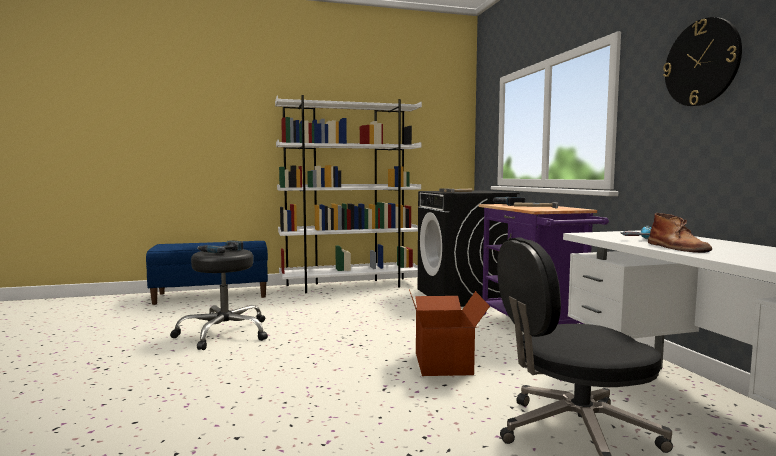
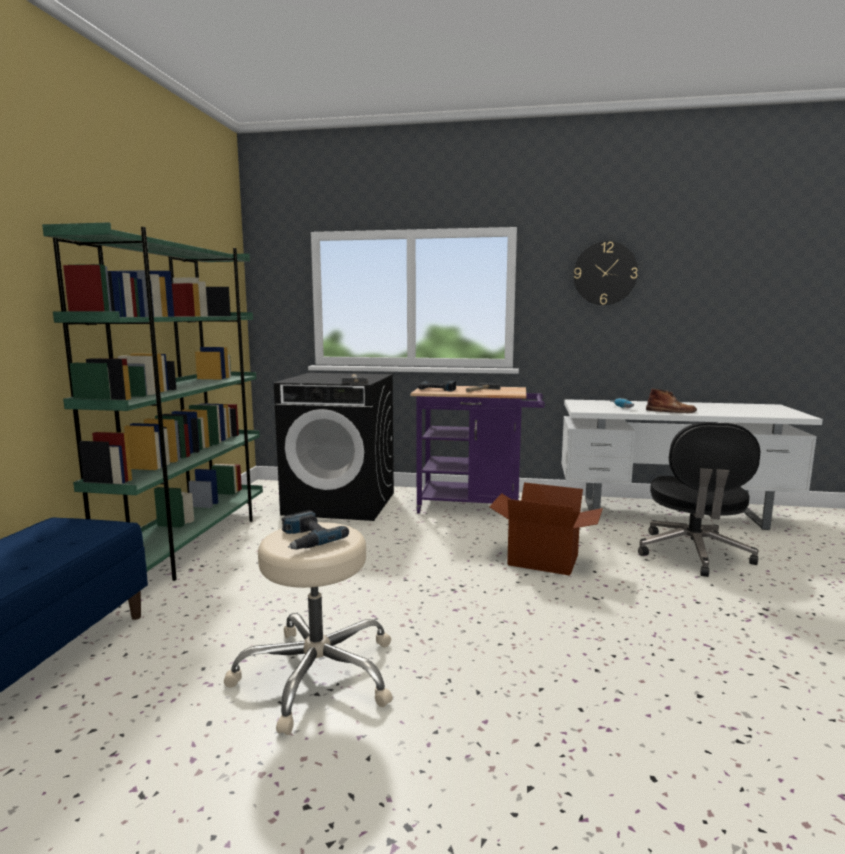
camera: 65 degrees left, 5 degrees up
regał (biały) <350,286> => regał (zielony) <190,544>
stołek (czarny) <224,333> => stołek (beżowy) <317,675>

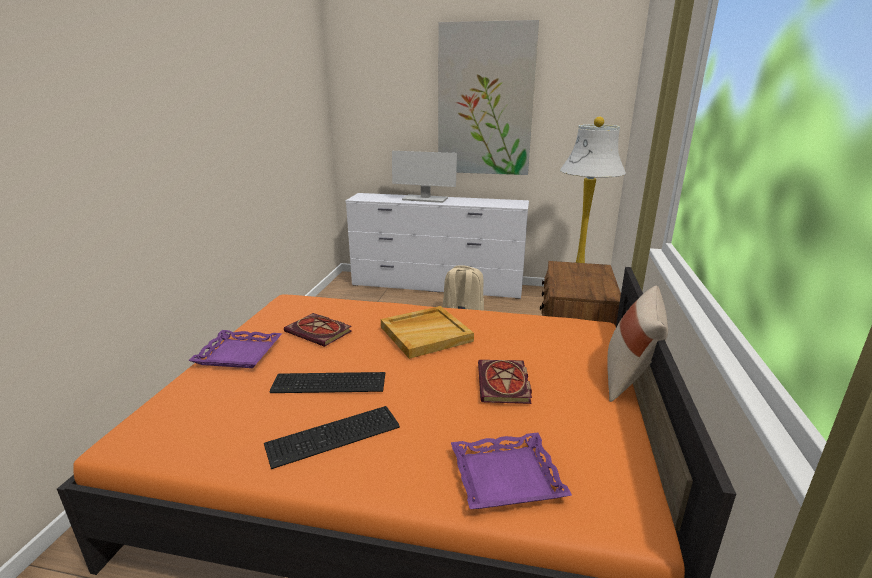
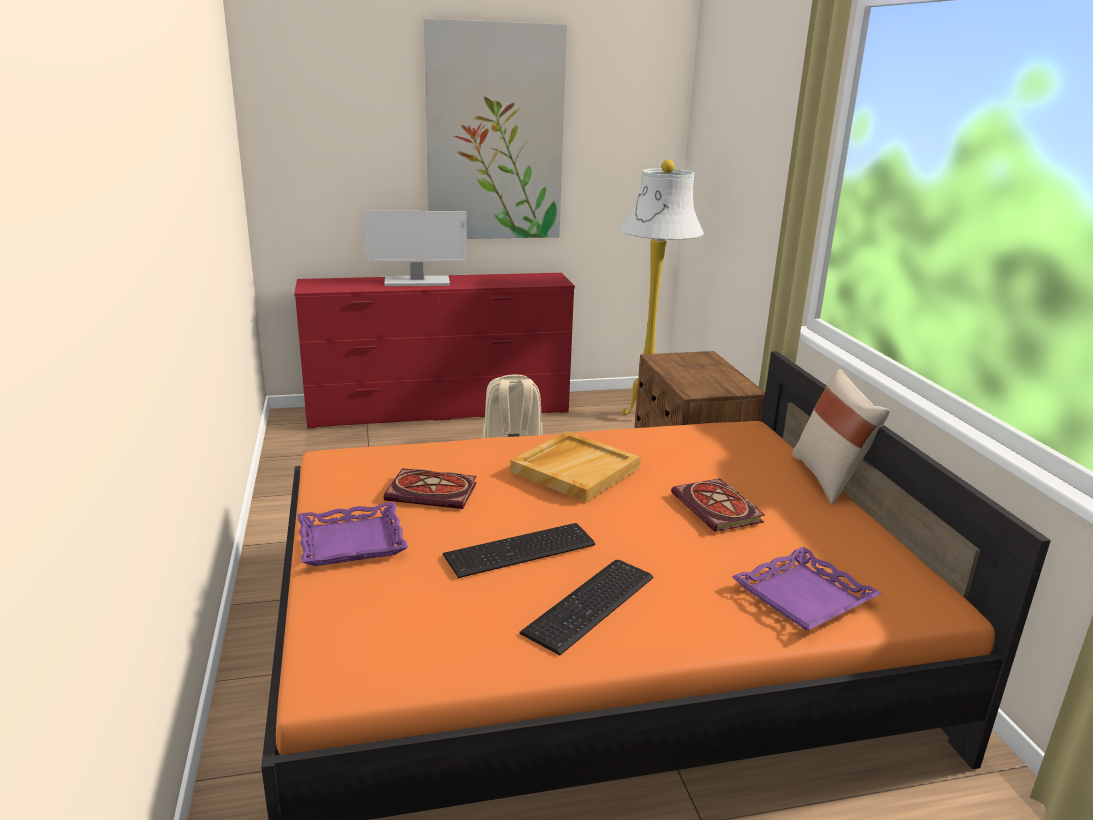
camera: 25 degrees left, 0 degrees up
komoda (biały) <437,286> => komoda (czerwony) <440,411>

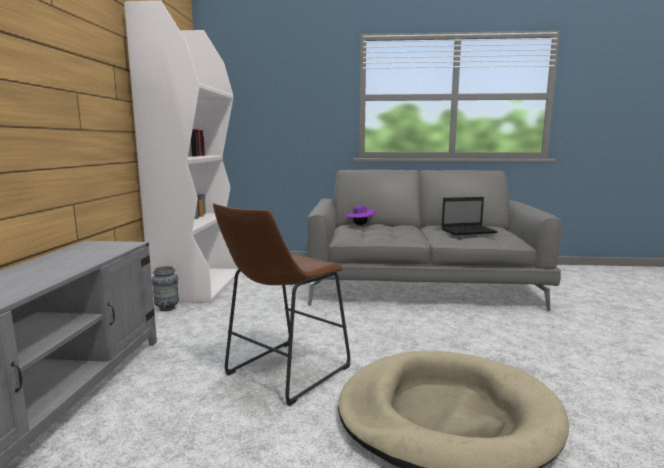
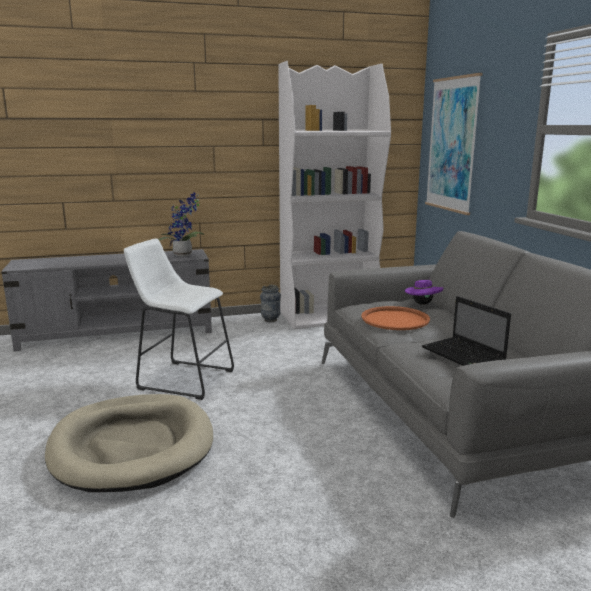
camera: 70 degrees right, 5 degrees up
stołek (brązowy) <282,373> => stołek (biały) <182,378>
nothing => obraz <452,144>
nothing => roślina doniczkowa <184,255>
nothing => taca (pomarańczowy) <395,319>

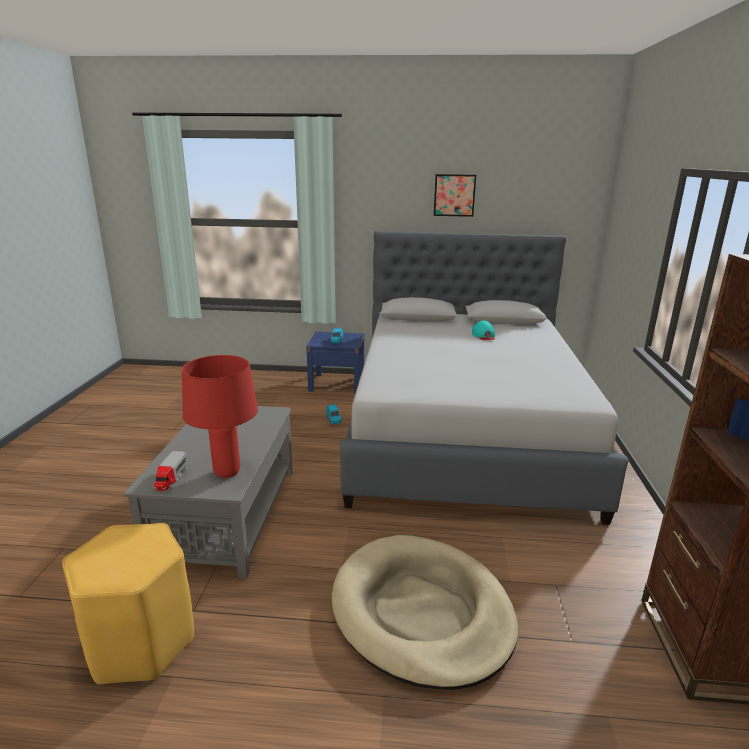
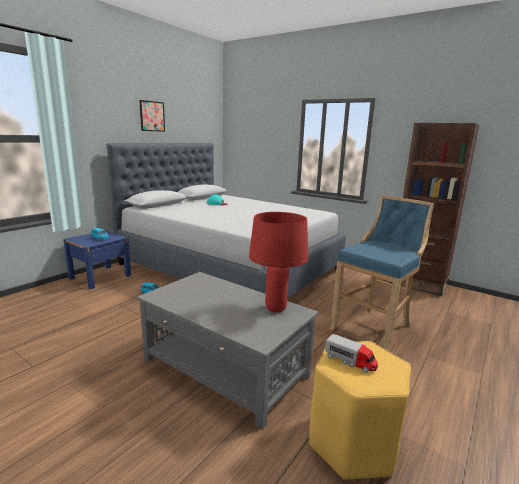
camera: 60 degrees left, 5 degrees down
ciężarówka zabawkowa <171,478> => ciężarówka zabawkowa <350,361>, move
legowisko (beżowy) <422,612> => stołek (niebieski) <374,328>

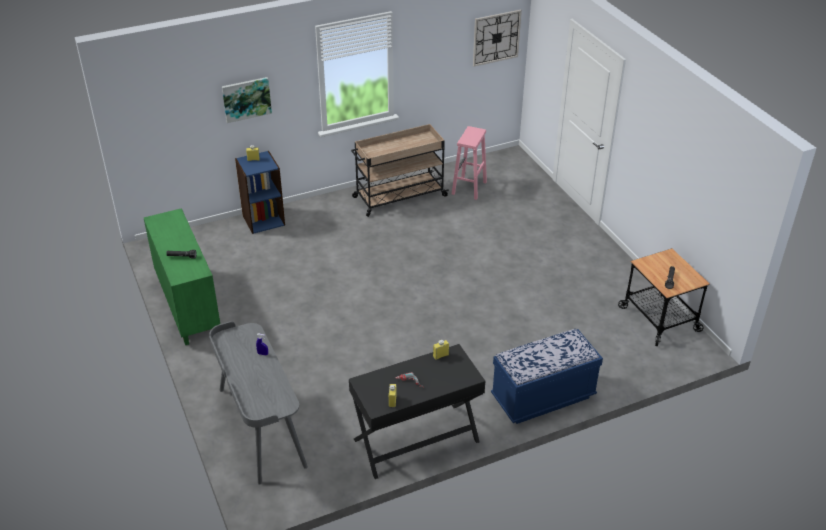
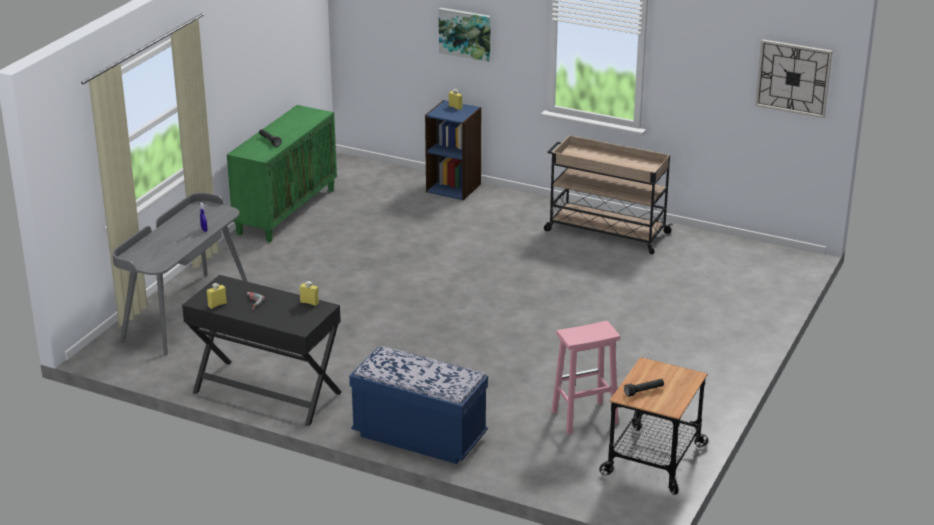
camera: 50 degrees right, 10 degrees down
stołek (różowy) <469,188> => stołek (różowy) <583,417>, move

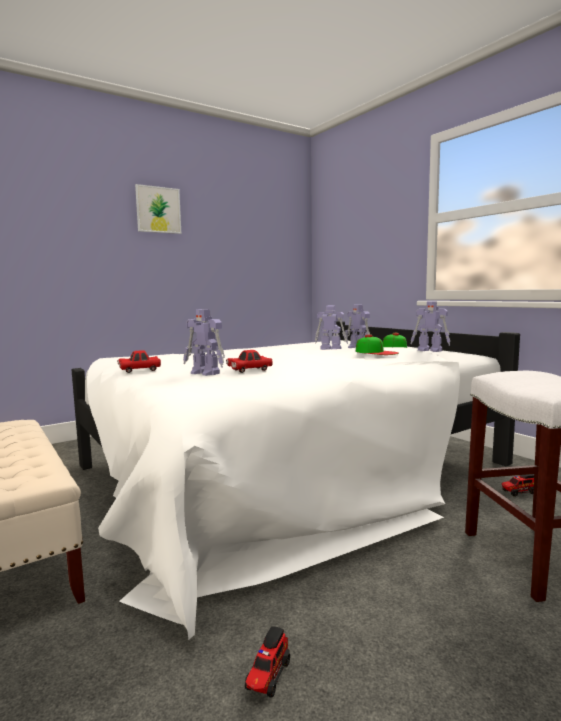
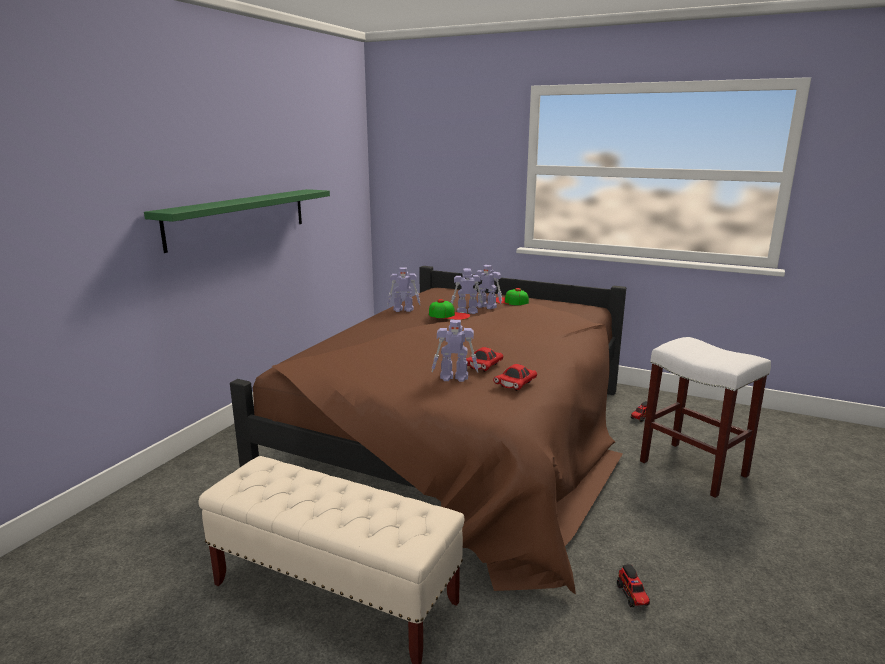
camera: 30 degrees left, 10 degrees up
obraz <158,210> => nothing
robot zabawkowy <430,350> => robot zabawkowy <404,309>, move
łóżko (biały) <291,471> => łóżko (brązowy) <464,439>
czapka z daszkiem <376,352> => czapka z daszkiem <449,315>, move
samochodzik (czerwony) <140,370> => samochodzik (czerwony) <516,385>, move
nothing => półka (zielony) <239,217>

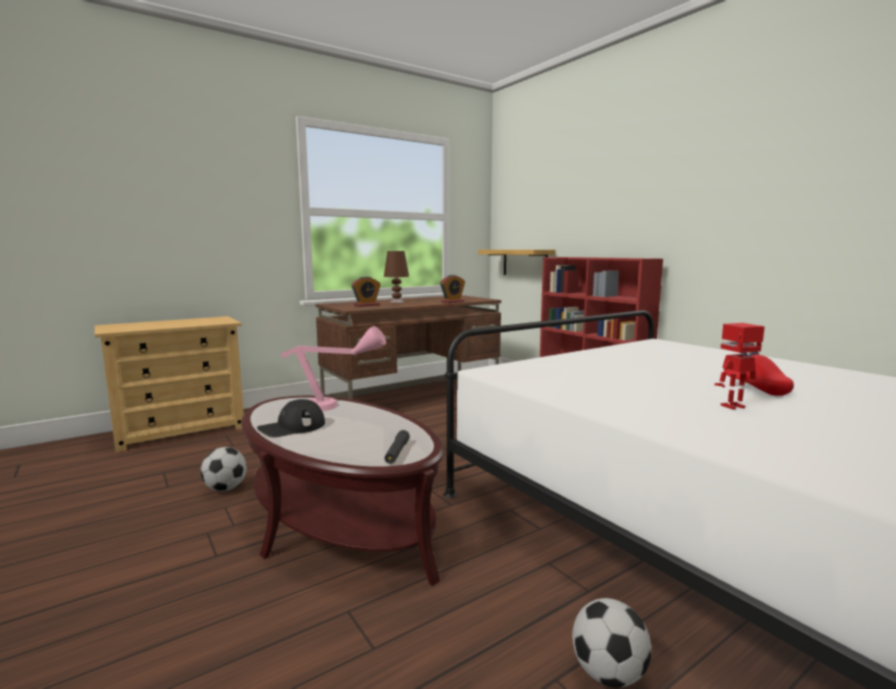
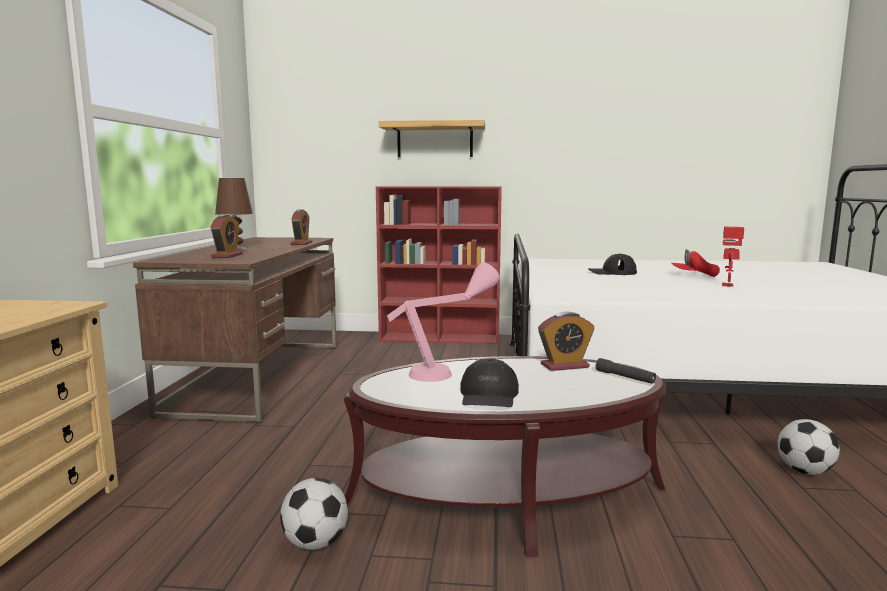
camera: 50 degrees left, 0 degrees up
półka <525,263> => półka <435,140>, move
nothing => czapka z daszkiem (czarny) <612,272>
nothing => budzik <564,366>

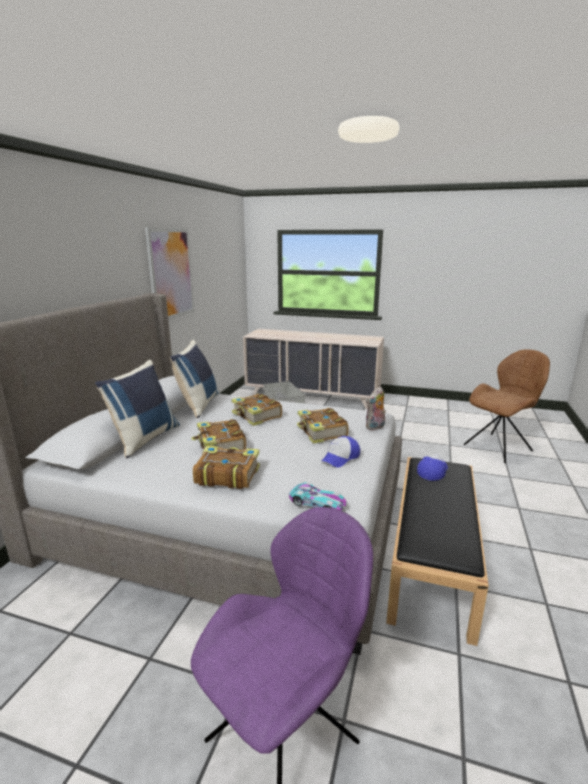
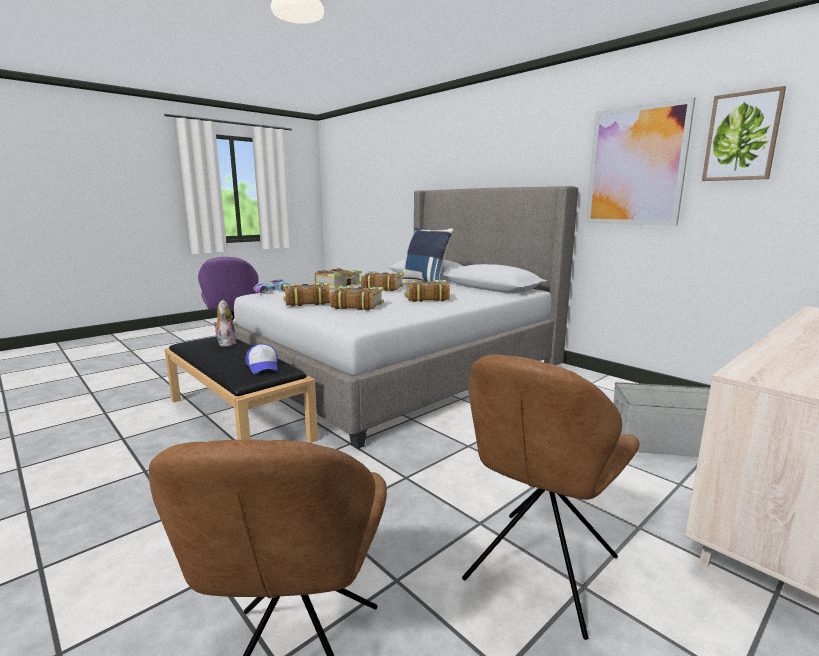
camera: 120 degrees right, 5 degrees down
poduszka (niebieski) <198,405> => nothing
pluszak <375,427> => pluszak <226,343>, move
czapka z daszkiem <340,457> => książka <306,302>
nothing => obraz <742,137>
nothing => krzesło (brązowy) <539,572>

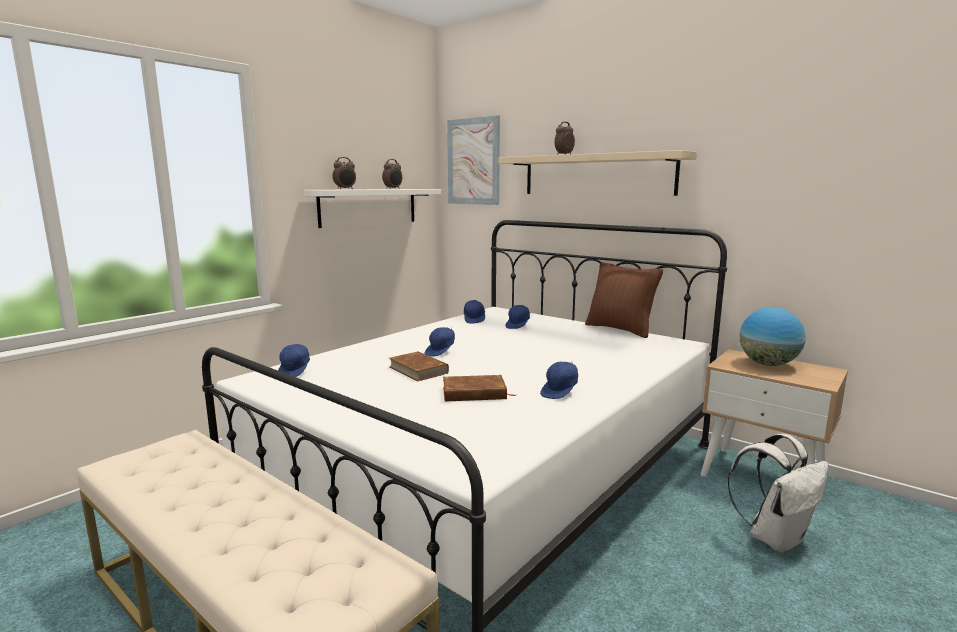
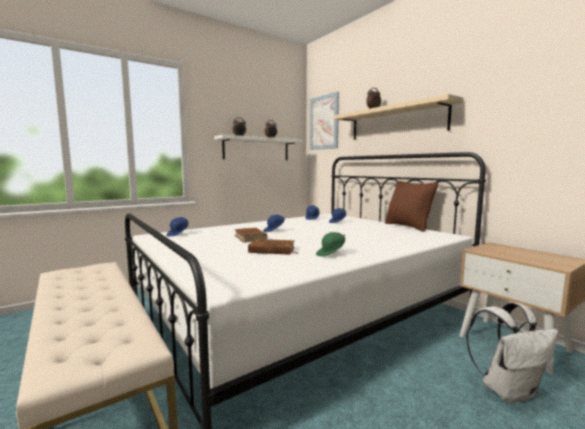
camera: 15 degrees right, 5 degrees down
globus <768,364> => nothing
czapka z daszkiem (niebieski) <561,392> => czapka z daszkiem (zielony) <331,254>

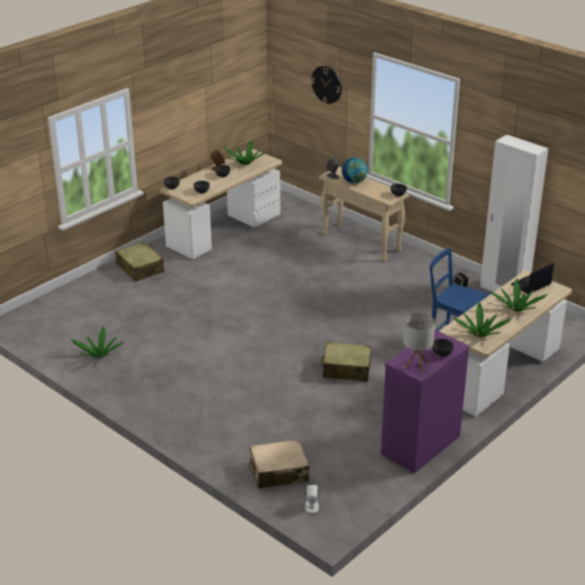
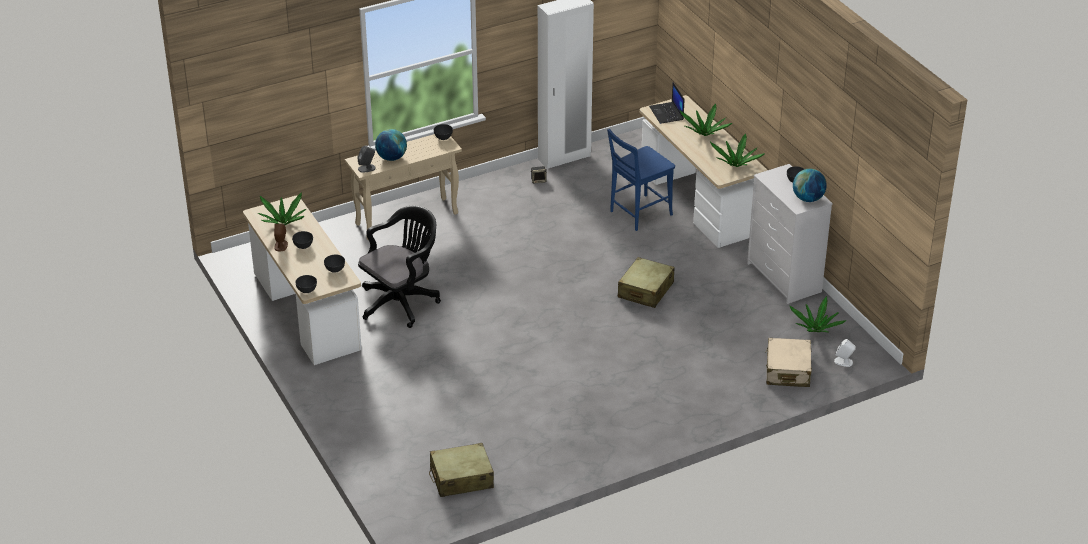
camera: 70 degrees left, 5 degrees up
zegar ścienny <327,84> => nothing
walizka (beżowy) <140,268> => walizka (beżowy) <461,478>, move
lampa stołowa <416,365> => globus <808,199>
roślina doniczkowa <99,356> => roślina doniczkowa <815,329>, move
komoda (fioletowy) <420,445> => komoda (biały) <784,278>
nothing => krzesło biurowe (czarny) <402,301>

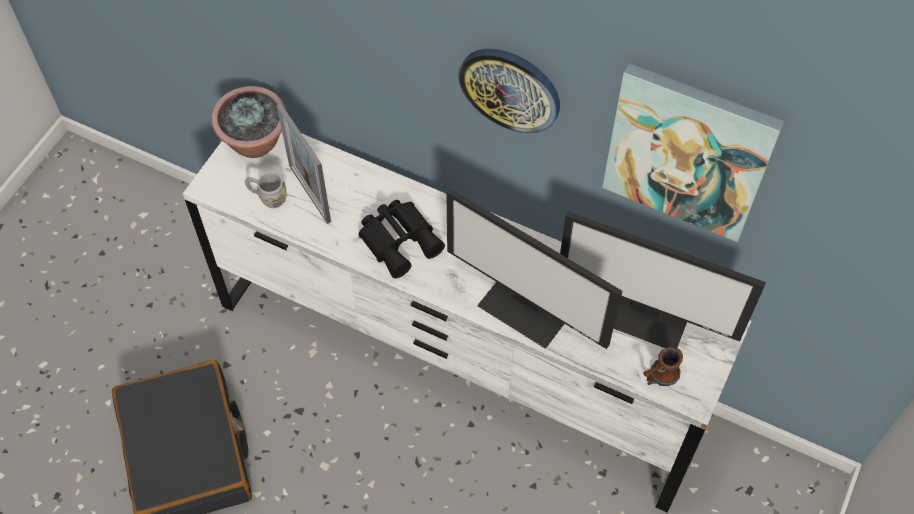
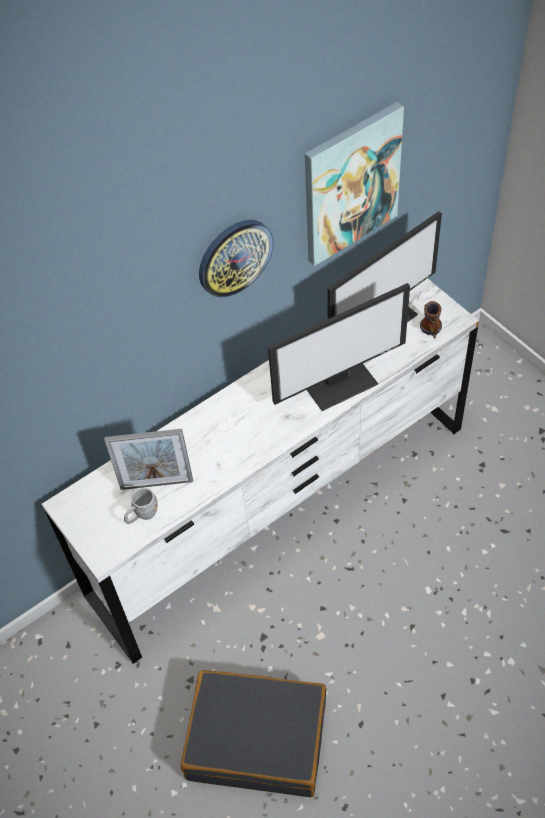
camera: 60 degrees left, 5 degrees down
roślina doniczkowa <255,143> => nothing
lornetka (czarny) <400,240> => nothing

